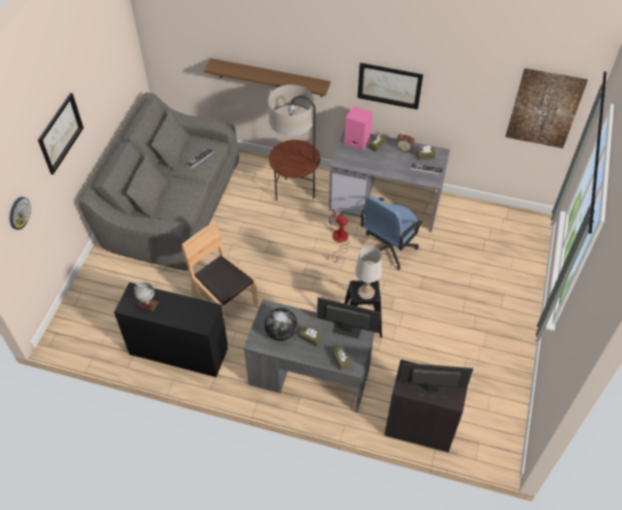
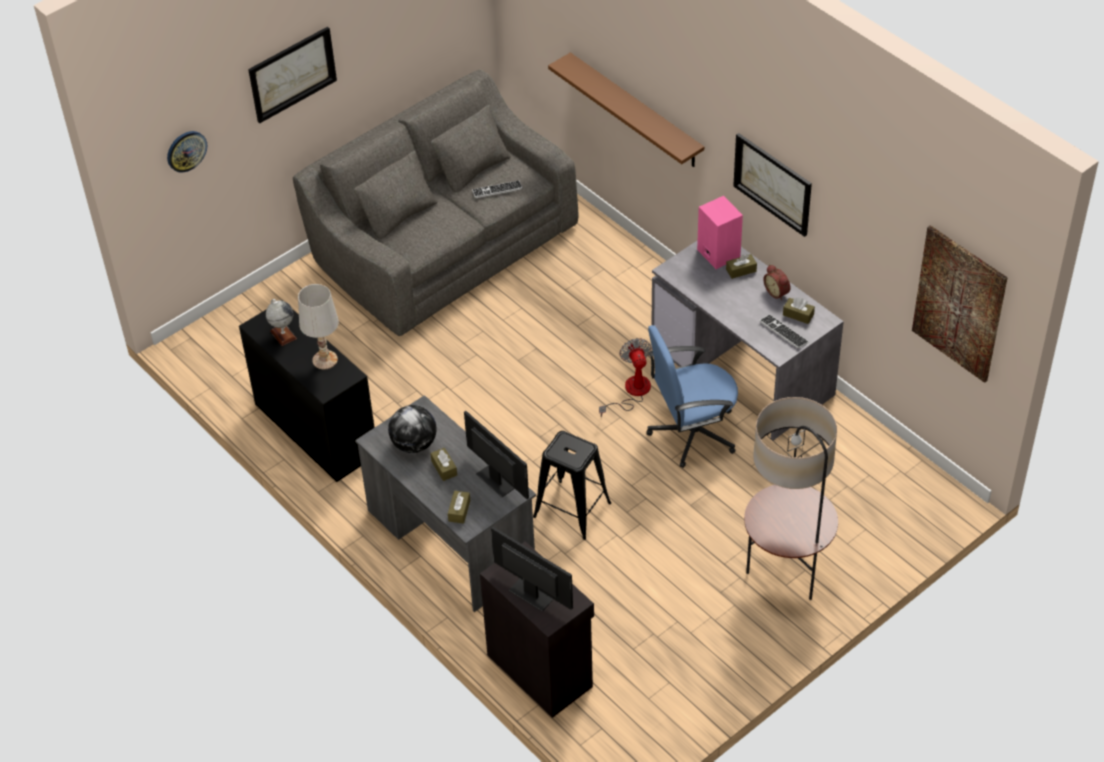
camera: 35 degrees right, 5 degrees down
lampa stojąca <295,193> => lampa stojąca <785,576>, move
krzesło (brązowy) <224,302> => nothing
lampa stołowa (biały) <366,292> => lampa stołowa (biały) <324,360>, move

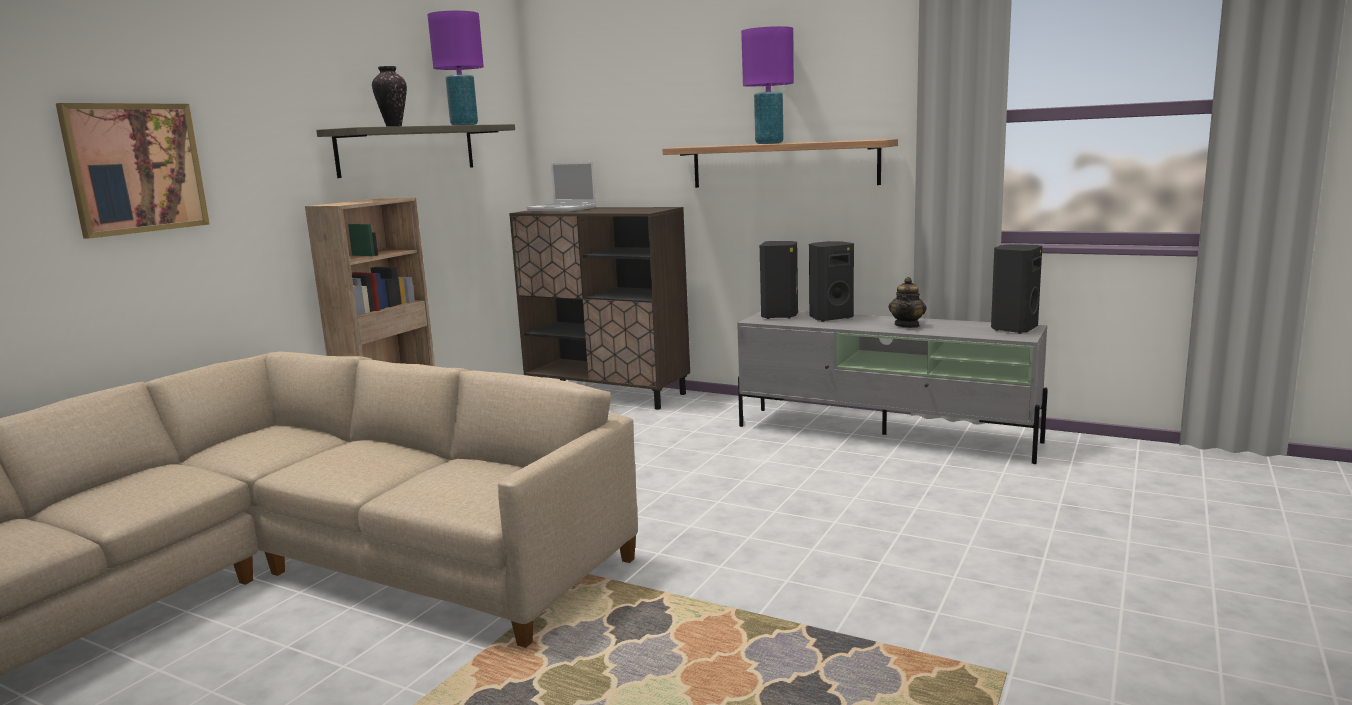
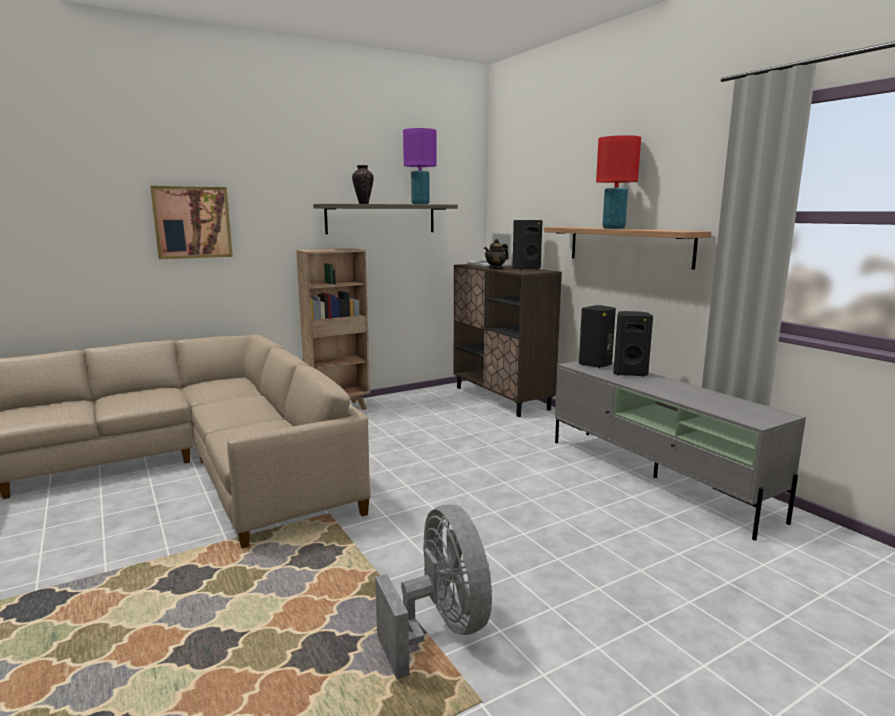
camera: 30 degrees right, 0 degrees up
lampa stołowa (fioletowy) <769,143> => lampa stołowa (czerwony) <613,228>
głośnik (czarny) <1013,329> => głośnik (czarny) <525,269>, move
imbryk <907,325> => imbryk <496,268>, move
nothing => wentylator (szary) <441,628>

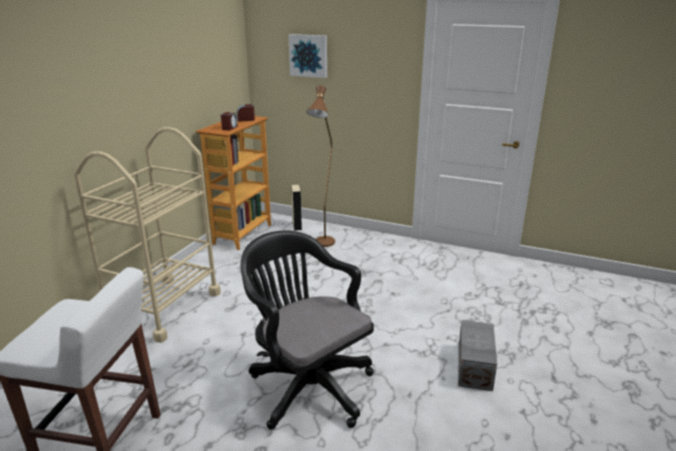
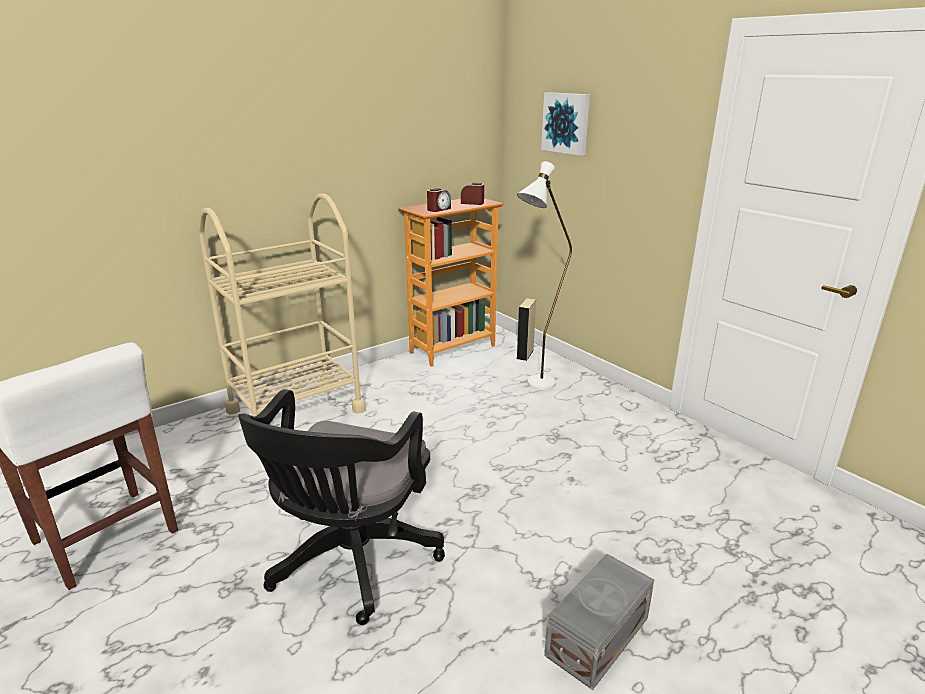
camera: 30 degrees right, 0 degrees up
lampa stojąca (brązowy) <323,245> => lampa stojąca (biały) <535,387>
krzesło biurowe (czarny) <307,385> => krzesło biurowe (czarny) <350,562>, 150 degrees counterclockwise

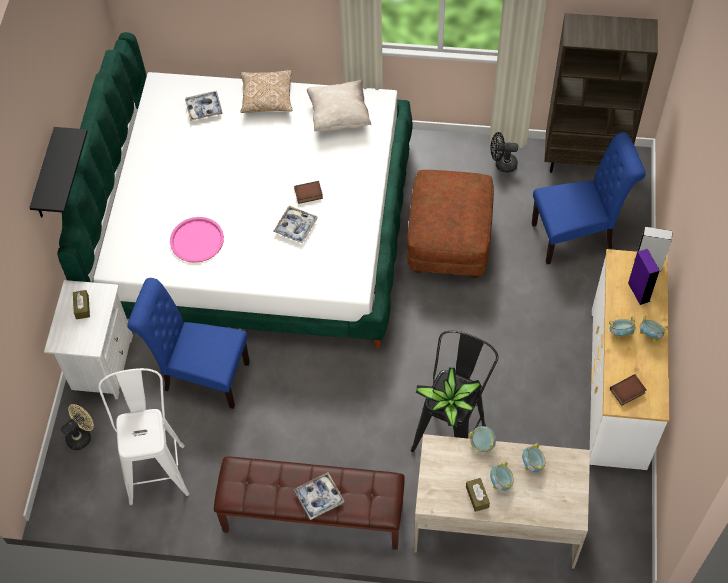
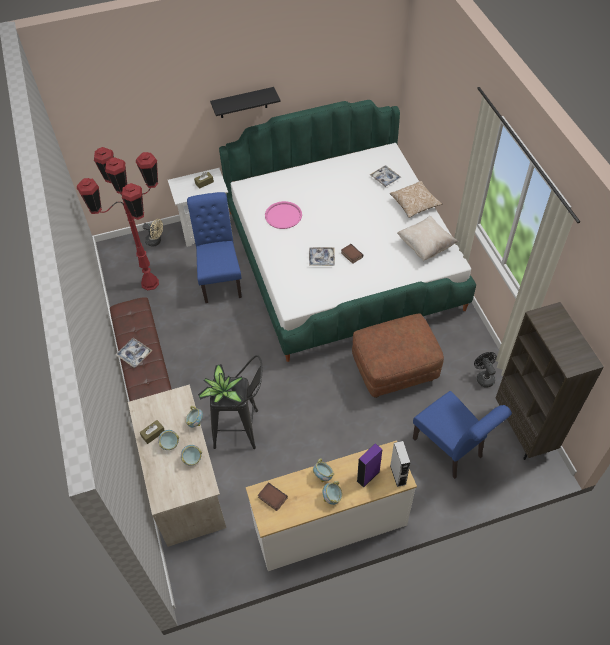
camera: 65 degrees right, 5 degrees down
stołek (biały) <157,466> => lampa stojąca (czerwony) <150,283>

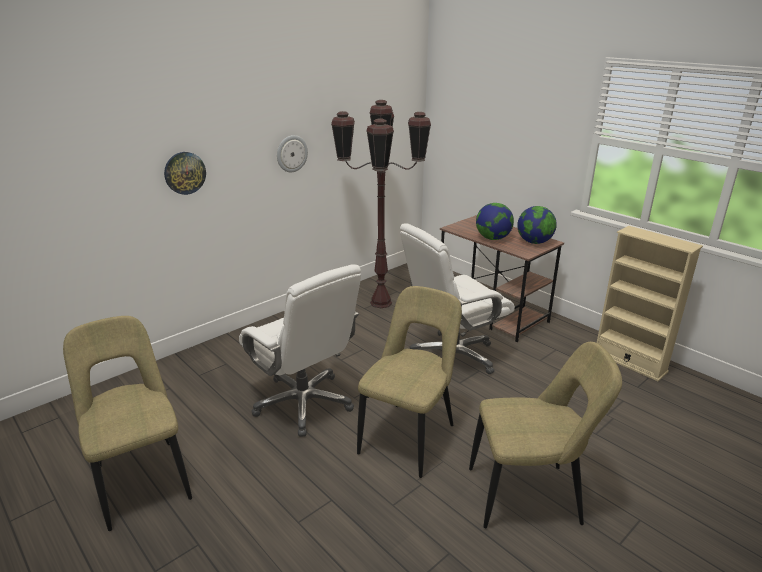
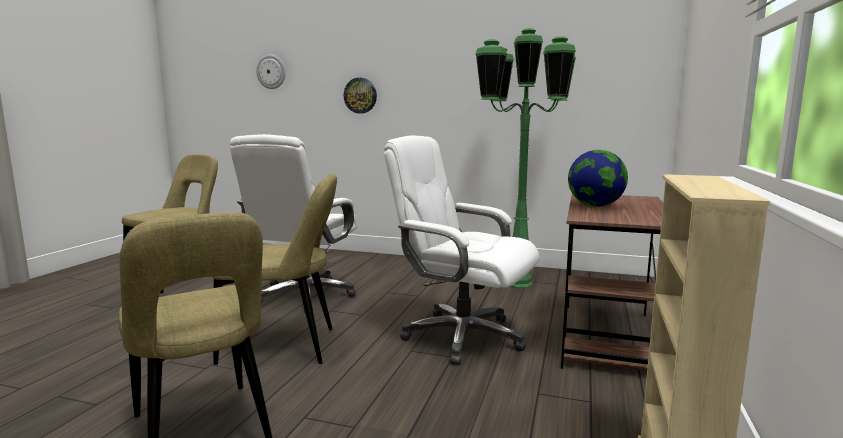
camera: 60 degrees right, 15 degrees down
lampa stojąca (brązowy) <380,303> => lampa stojąca (zielony) <517,283>
zegar ścienny <291,153> => zegar ścienny <271,72>, move
globus <534,242> => nothing

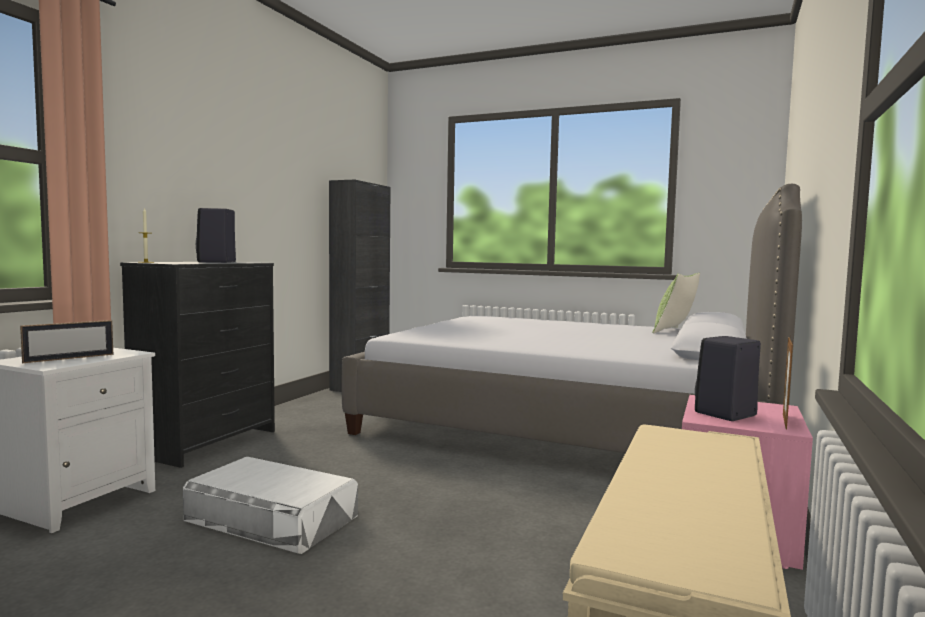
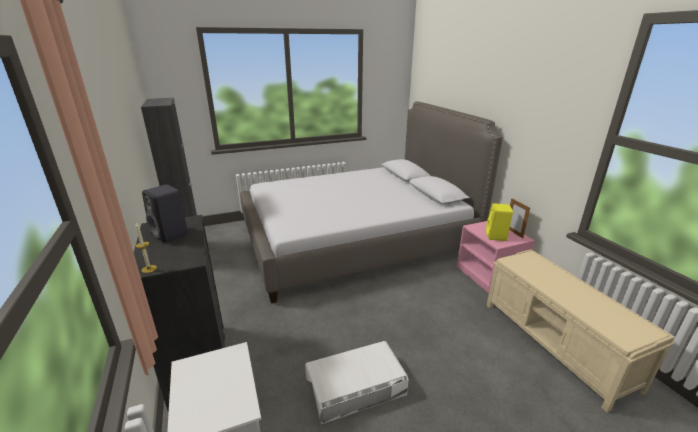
camera: 45 degrees left, 20 degrees up
poduszka <674,331> => nothing
ramka na zdjęcie <69,358> => nothing
głośnik (czarny) <724,414> => głośnik (żółty) <496,236>

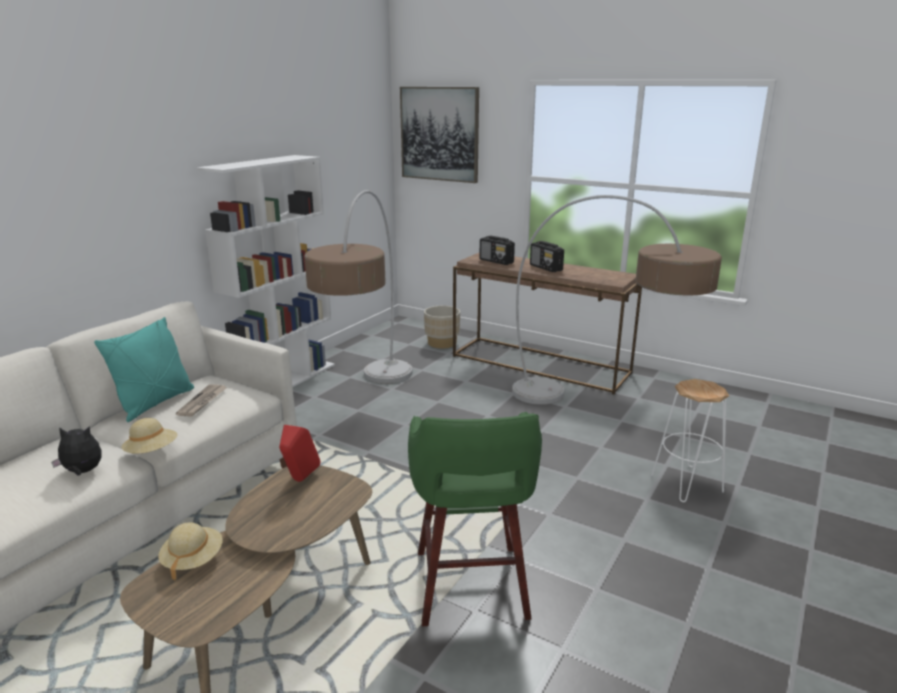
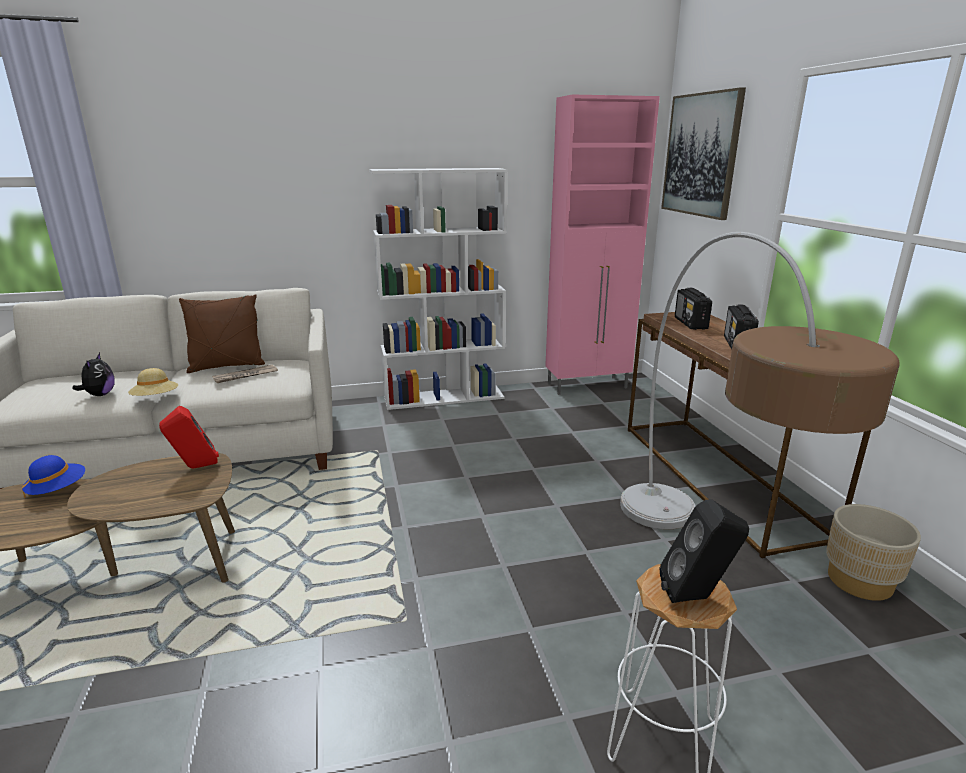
camera: 45 degrees right, 0 degrees up
lampa stojąca <370,403> => nothing
donica (beżowy) <442,343> => donica (beżowy) <860,581>, move
poduszka (turkusowy) <155,403> => poduszka (brązowy) <227,366>
stołek (zielony) <471,587> => nothing
pluszak <82,472> => pluszak <99,395>, 45 degrees clockwise
kapelusz (beżowy) <193,560> => kapelusz (niebieski) <58,490>
nothing => szafka (różowy) <588,386>
nothing => głośnik (czarny) <697,597>

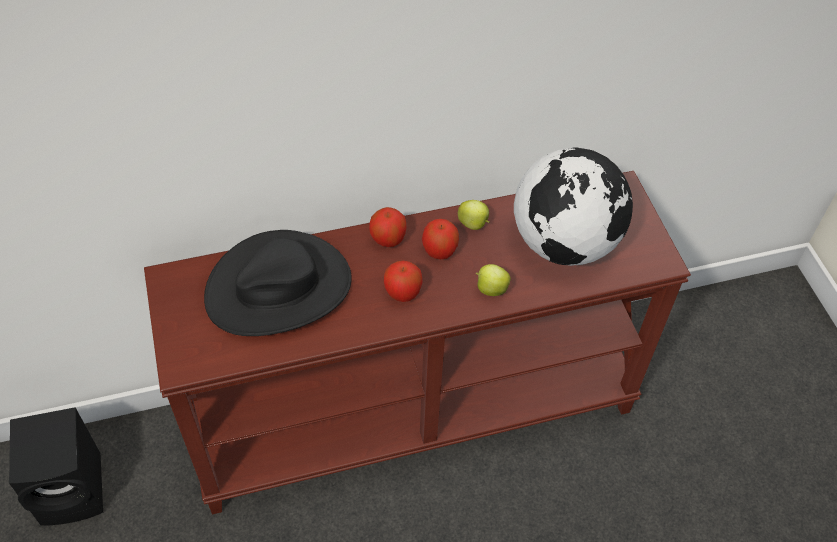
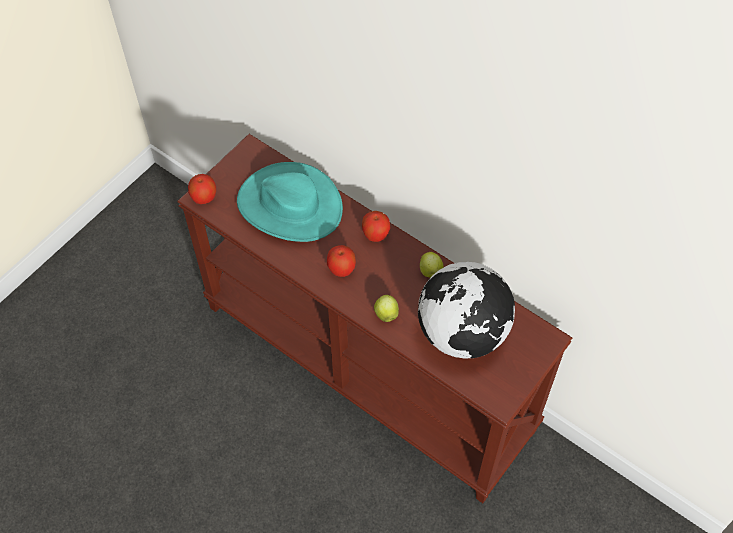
camera: 55 degrees right, 5 degrees up
jabłko <439,250> => jabłko <204,197>, move
kapelusz (czarny) <278,288> => kapelusz (turkusowy) <290,205>
głośnik (czarny) <74,489> => nothing

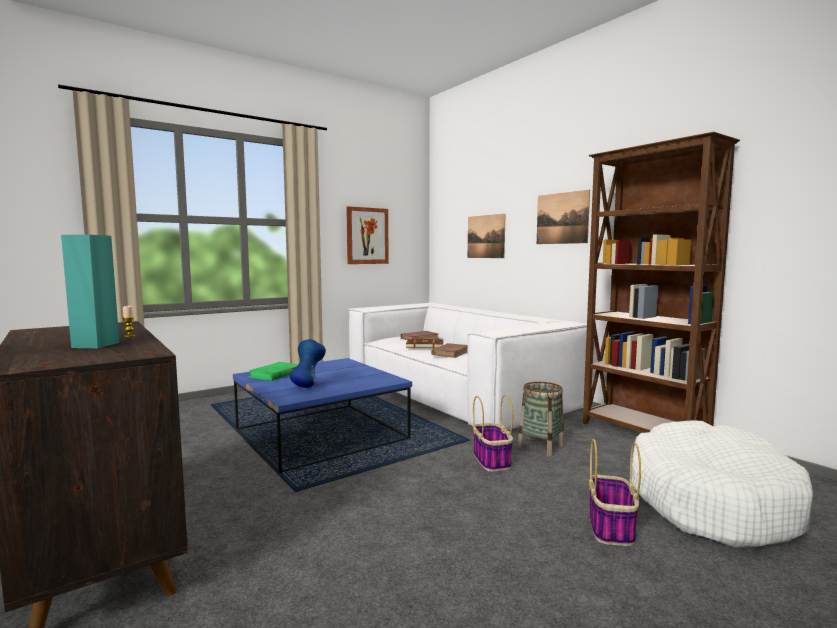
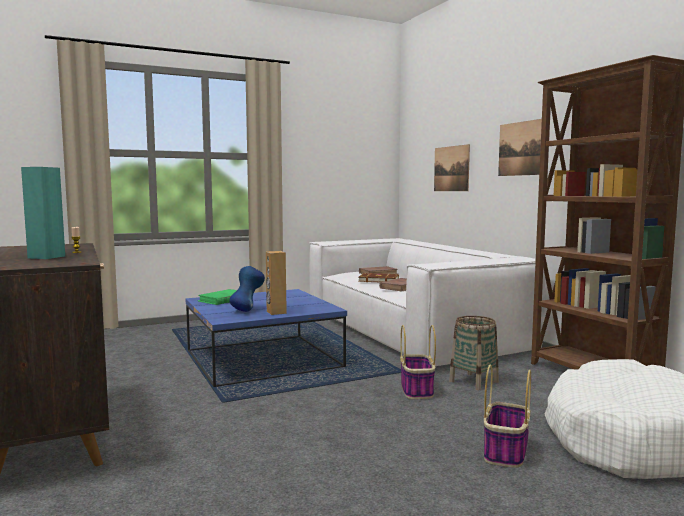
camera: 10 degrees right, 0 degrees up
obraz <367,236> => nothing
nothing => głośnik (brązowy) <276,312>

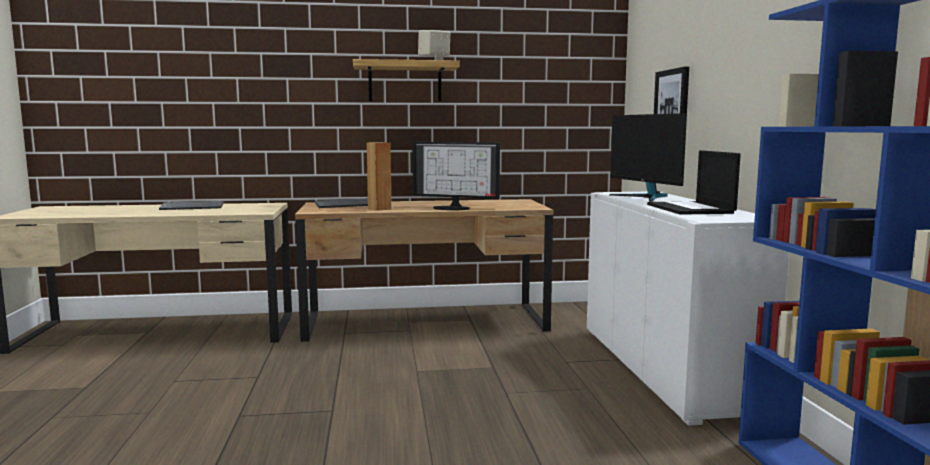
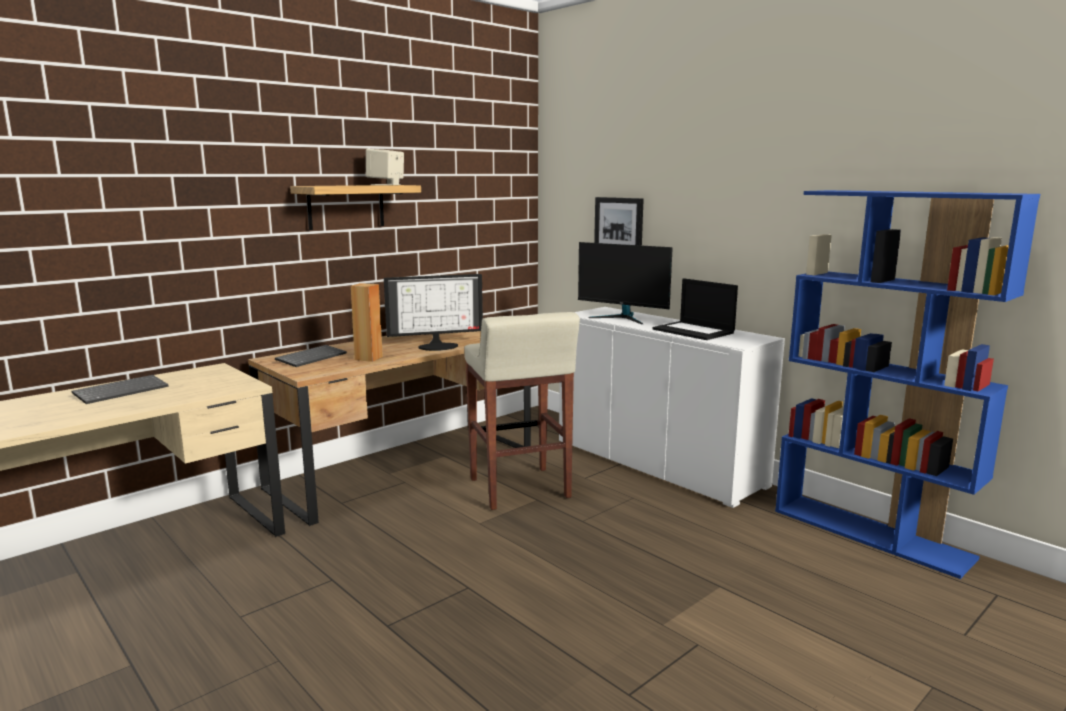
camera: 35 degrees left, 5 degrees up
nothing => stołek (beżowy) <519,489>

